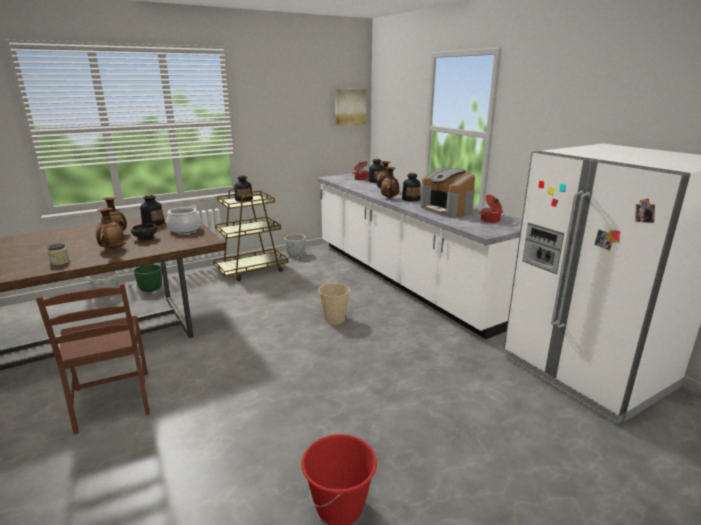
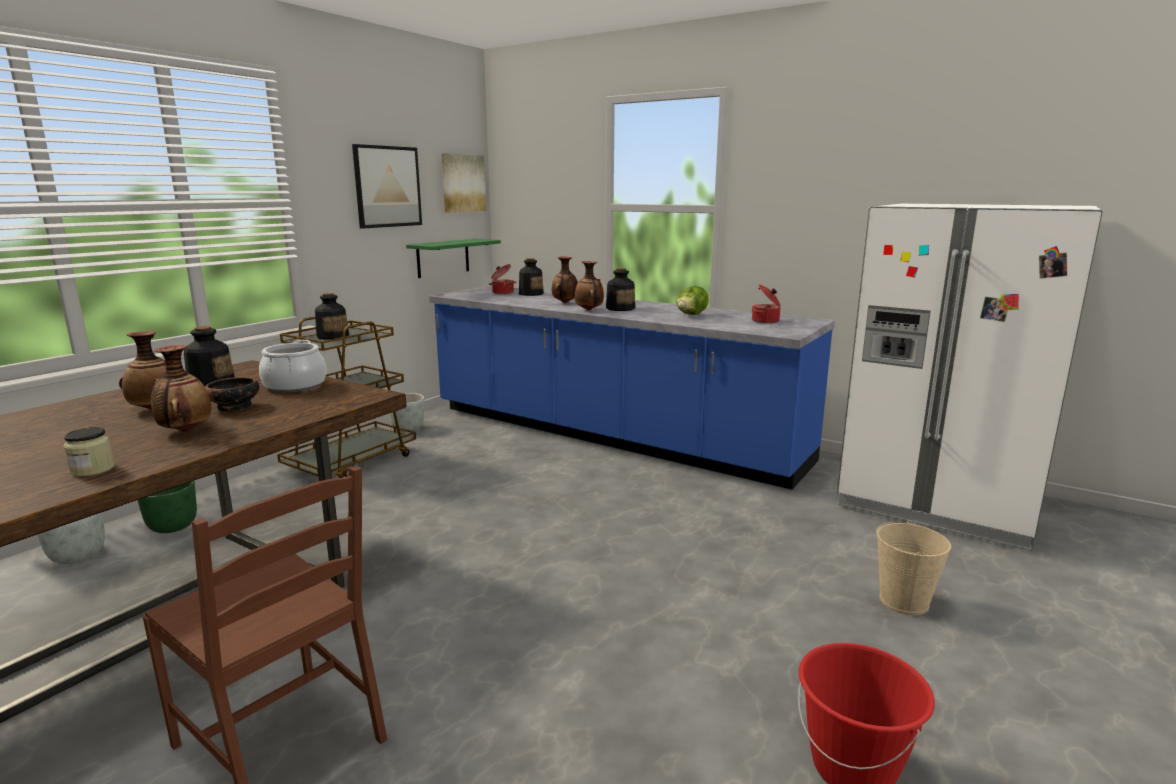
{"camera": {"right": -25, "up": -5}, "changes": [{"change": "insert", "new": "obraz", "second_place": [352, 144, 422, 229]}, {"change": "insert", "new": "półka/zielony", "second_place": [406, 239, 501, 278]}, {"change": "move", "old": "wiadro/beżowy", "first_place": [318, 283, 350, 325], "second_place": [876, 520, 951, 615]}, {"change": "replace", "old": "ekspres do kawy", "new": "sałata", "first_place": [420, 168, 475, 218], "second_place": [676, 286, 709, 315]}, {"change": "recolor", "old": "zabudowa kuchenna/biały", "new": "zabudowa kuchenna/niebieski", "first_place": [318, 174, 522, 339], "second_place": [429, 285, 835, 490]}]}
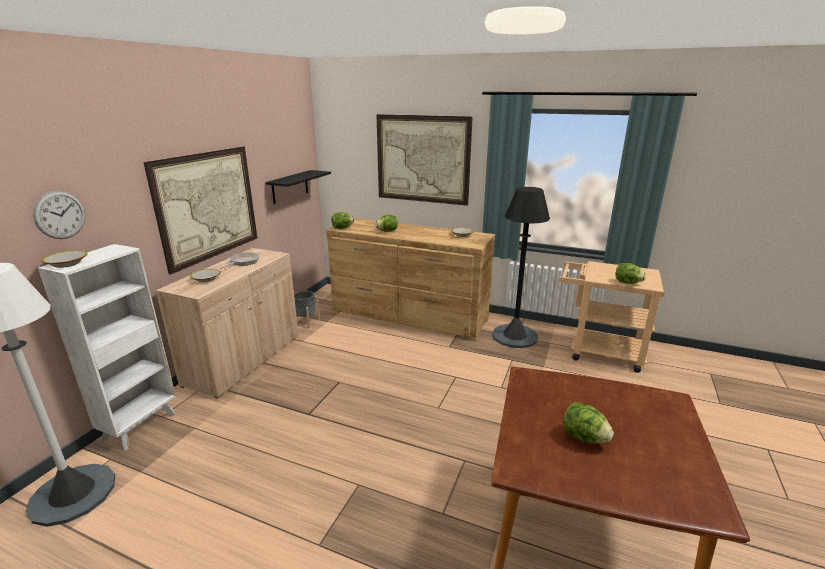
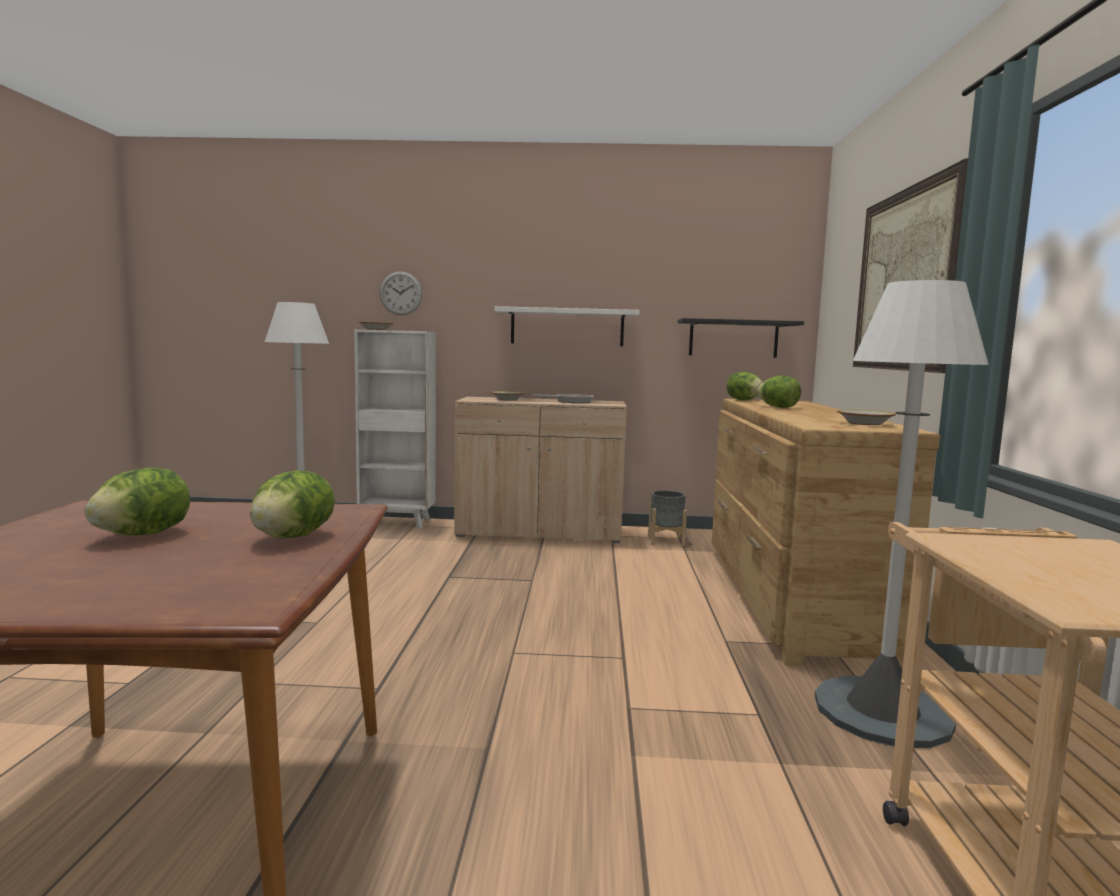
{"camera": {"right": 70, "up": -15}, "changes": [{"change": "move", "old": "sałata", "first_place": [615, 263, 646, 284], "second_place": [250, 470, 335, 539]}, {"change": "replace", "old": "obraz", "new": "półka/biały", "first_place": [143, 146, 257, 275], "second_place": [494, 306, 640, 346]}, {"change": "recolor", "old": "lampa stojąca/czarny", "new": "lampa stojąca/biały", "first_place": [492, 187, 550, 348], "second_place": [815, 280, 989, 748]}]}
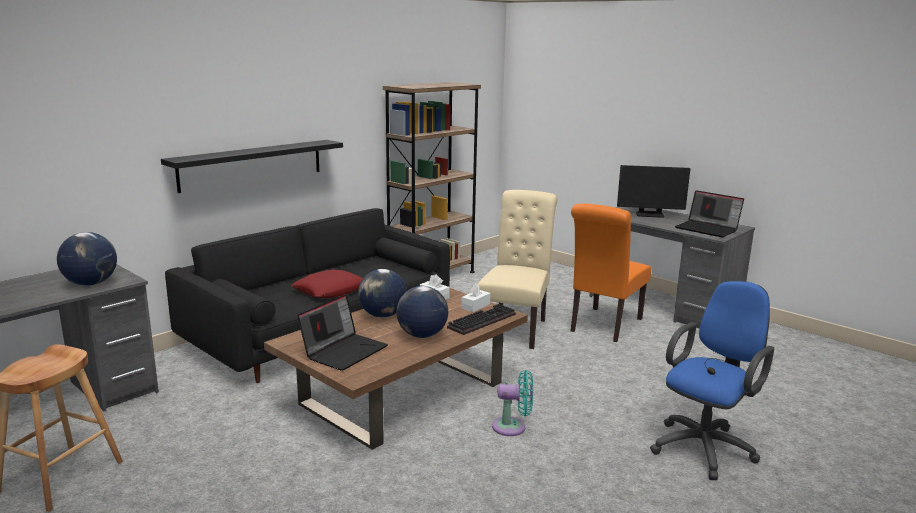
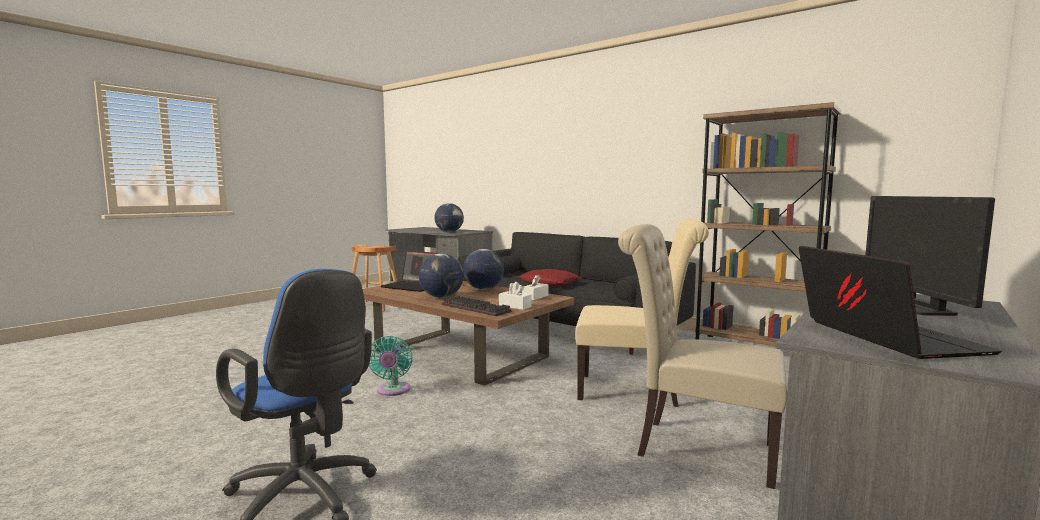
{"camera": {"right": 85, "up": -10}, "changes": [{"change": "delete", "old": "półka/czarny", "first_place": [161, 140, 343, 193]}, {"change": "recolor", "old": "krzesło/pomarańczowy", "new": "krzesło/beżowy", "first_place": [571, 203, 651, 342], "second_place": [618, 224, 787, 489]}, {"change": "rotate", "old": "laptop", "first_place": [675, 190, 744, 237], "second_place": [799, 246, 1002, 359], "degrees": 135}]}
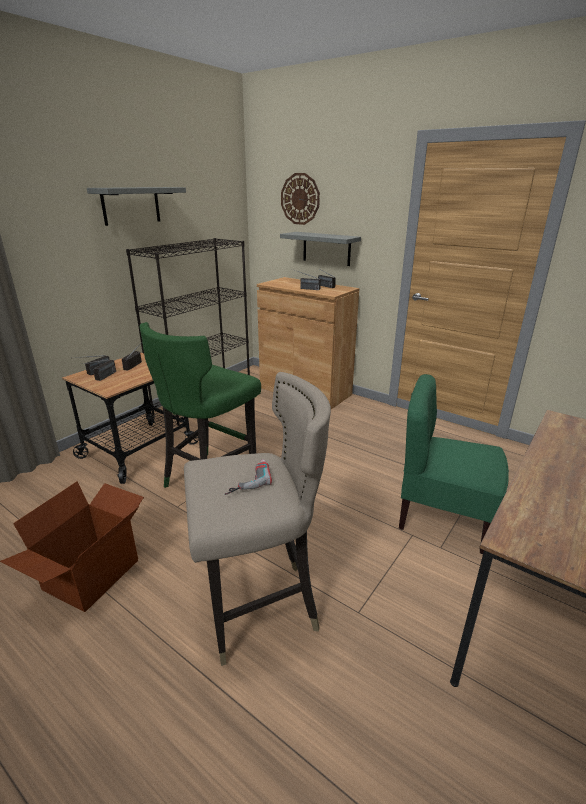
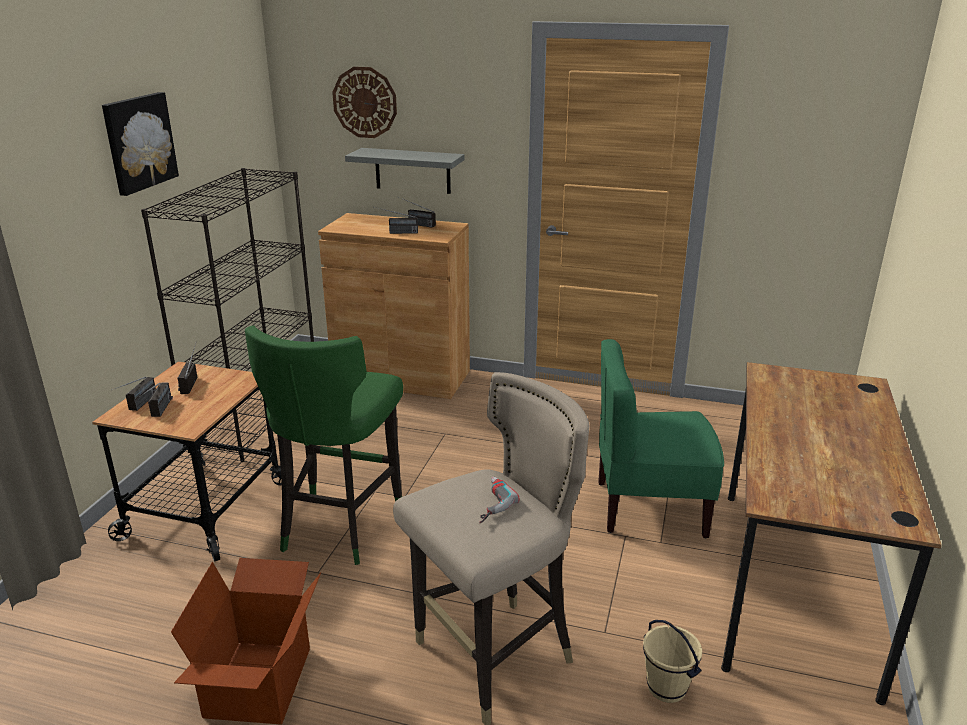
{"camera": {"right": -20, "up": 0}, "changes": [{"change": "insert", "new": "wiadro/beżowy", "second_place": [643, 620, 702, 703]}, {"change": "replace", "old": "półka/szary", "new": "obraz", "first_place": [87, 187, 186, 226], "second_place": [102, 92, 179, 196]}]}
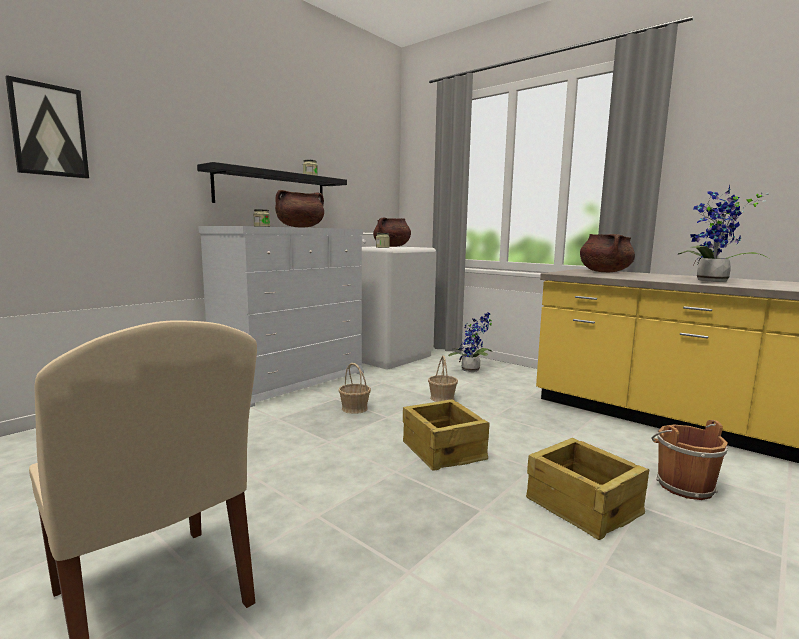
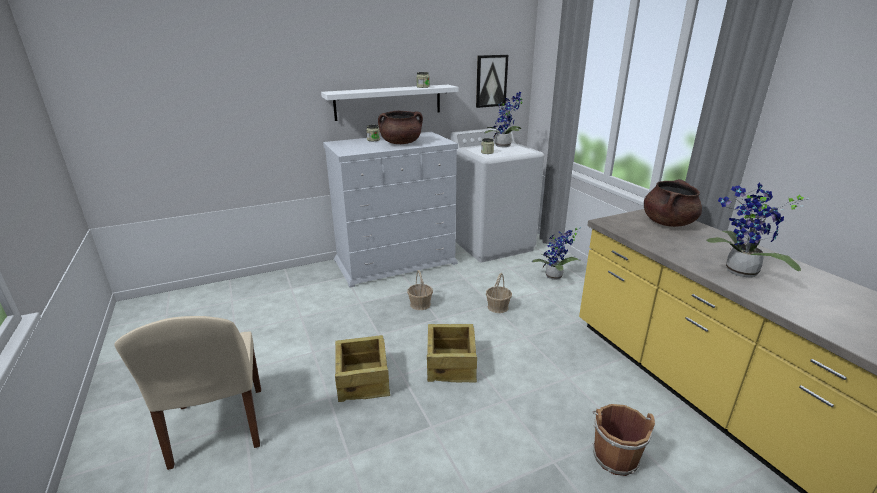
{"camera": {"right": 25, "up": 15}, "changes": [{"change": "move", "old": "obraz", "first_place": [5, 75, 89, 179], "second_place": [476, 55, 508, 108]}, {"change": "move", "old": "skrzynka", "first_place": [526, 438, 649, 540], "second_place": [335, 335, 390, 402]}, {"change": "replace", "old": "garnek/brązowy", "new": "roślina doniczkowa", "first_place": [373, 218, 411, 247], "second_place": [484, 91, 523, 147]}, {"change": "recolor", "old": "półka/czarny", "new": "półka/biały", "first_place": [197, 162, 347, 203], "second_place": [321, 85, 459, 121]}]}
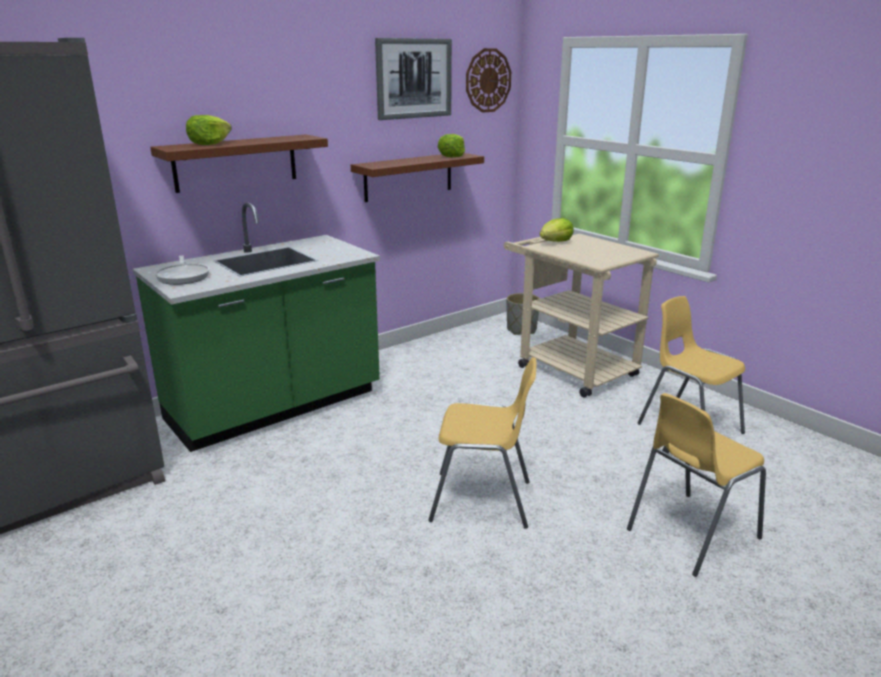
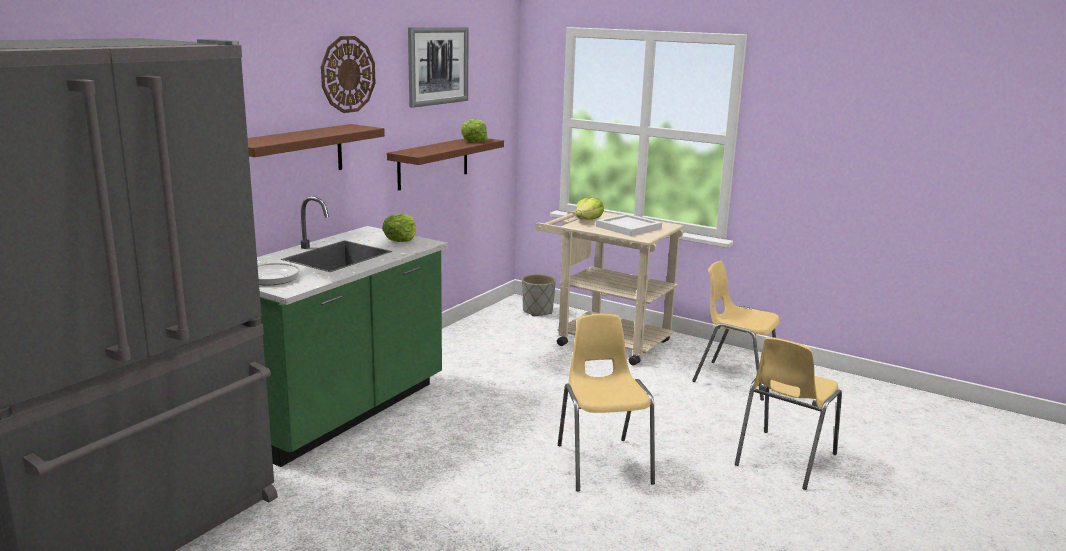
{"camera": {"right": -20, "up": -5}, "changes": [{"change": "insert", "new": "taca/biały", "second_place": [596, 214, 662, 236]}, {"change": "move", "old": "sałata", "first_place": [186, 115, 232, 145], "second_place": [382, 214, 416, 242]}, {"change": "move", "old": "zegar ścienny", "first_place": [466, 48, 511, 113], "second_place": [321, 36, 376, 113]}, {"change": "rotate", "old": "krzesło/żółty", "first_place": [428, 357, 536, 529], "second_place": [558, 314, 655, 491], "degrees": -90}]}
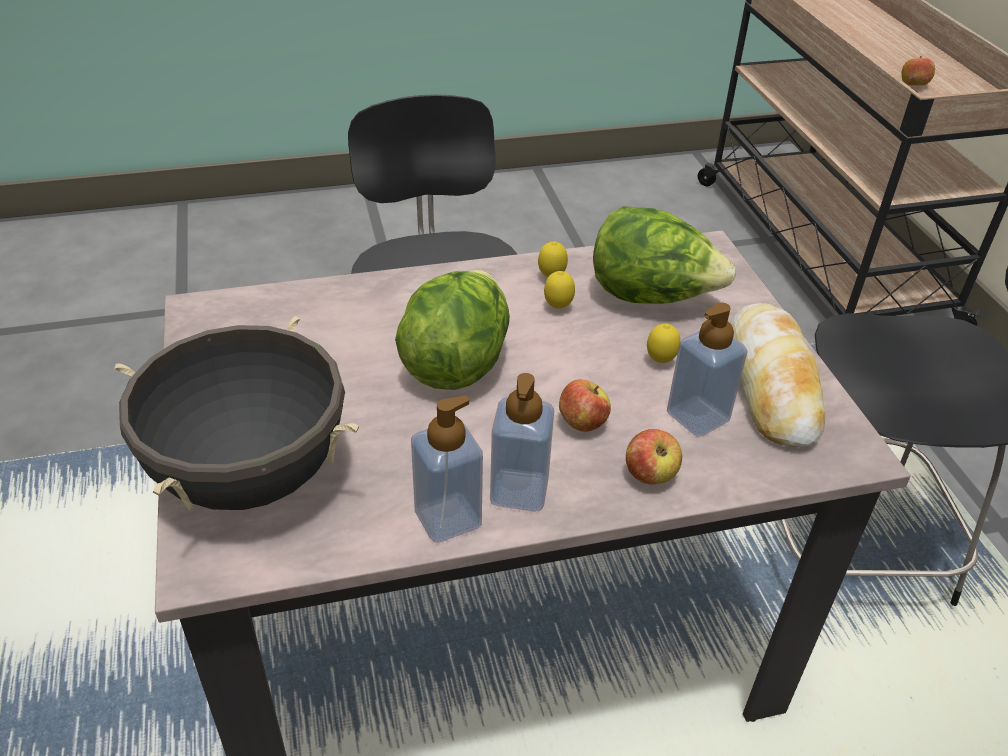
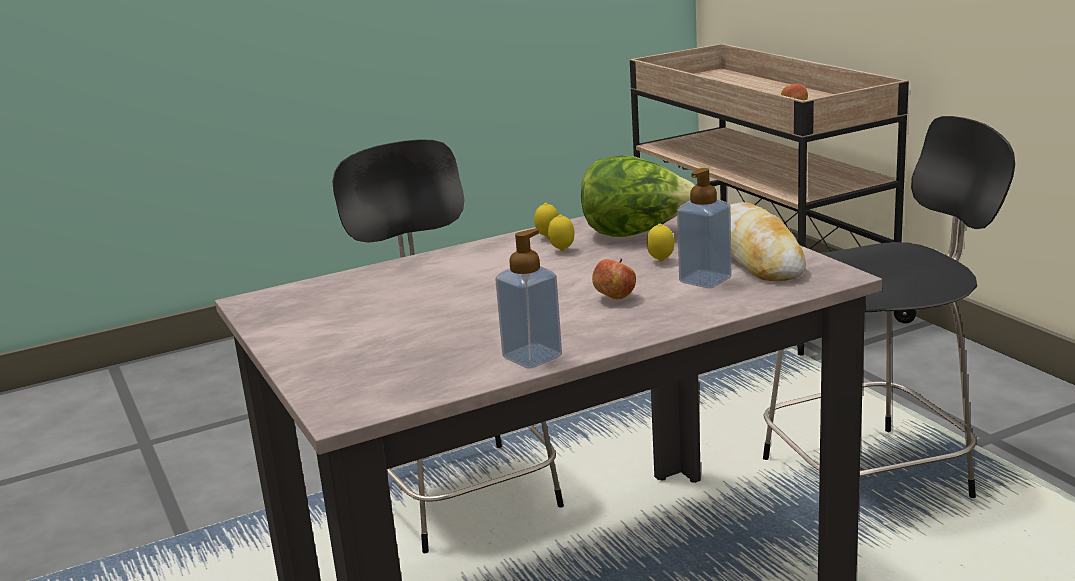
{"camera": {"right": -10, "up": -20}, "changes": [{"change": "delete", "old": "garnek/czarny", "first_place": [115, 316, 359, 510]}, {"change": "delete", "old": "sałata", "first_place": [395, 270, 510, 390]}, {"change": "delete", "old": "dozownik mydła", "first_place": [490, 373, 554, 512]}, {"change": "delete", "old": "jabłko", "first_place": [626, 429, 682, 484]}]}
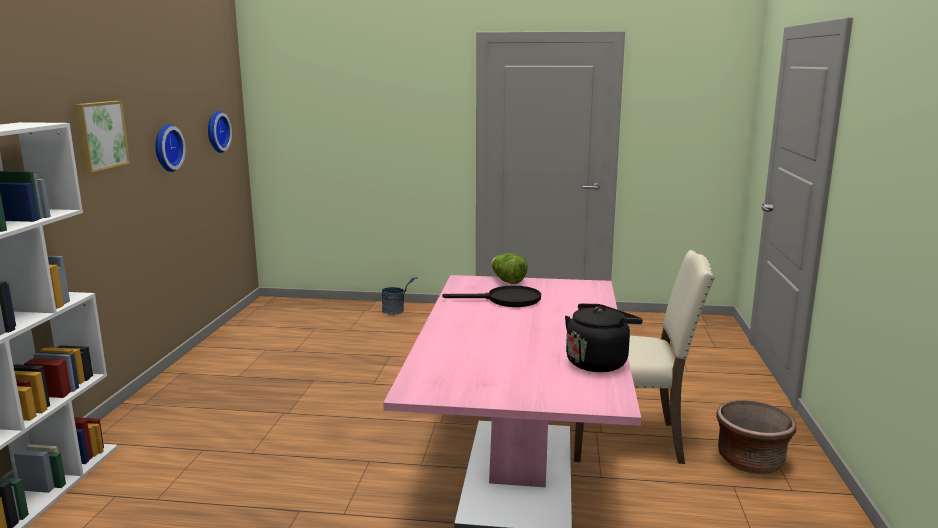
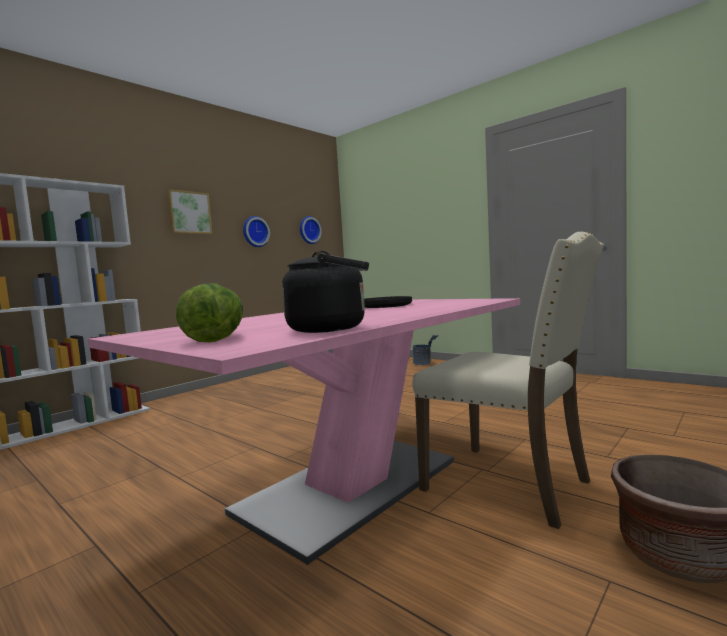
{"camera": {"right": 35, "up": -10}, "changes": [{"change": "move", "old": "sałata", "first_place": [491, 253, 528, 284], "second_place": [176, 284, 243, 342]}]}
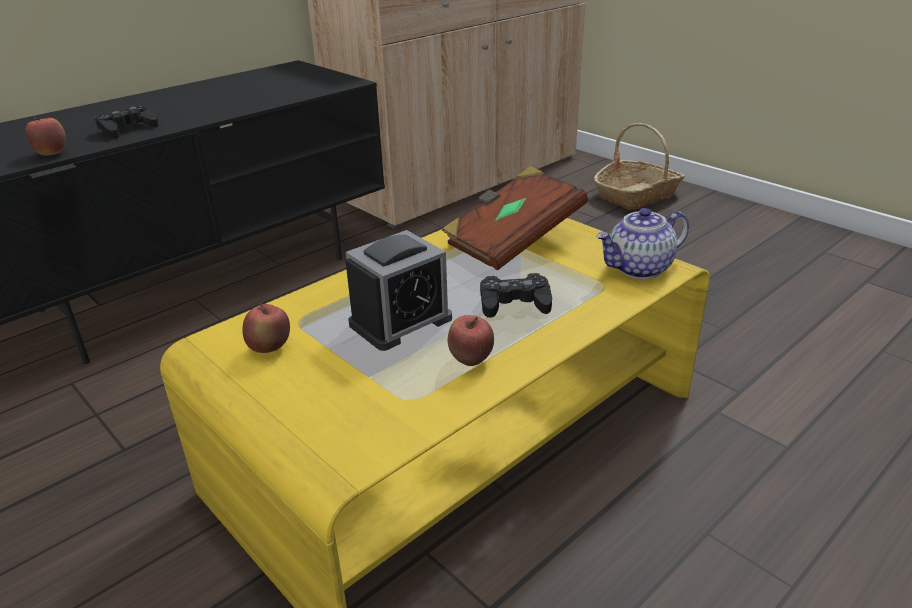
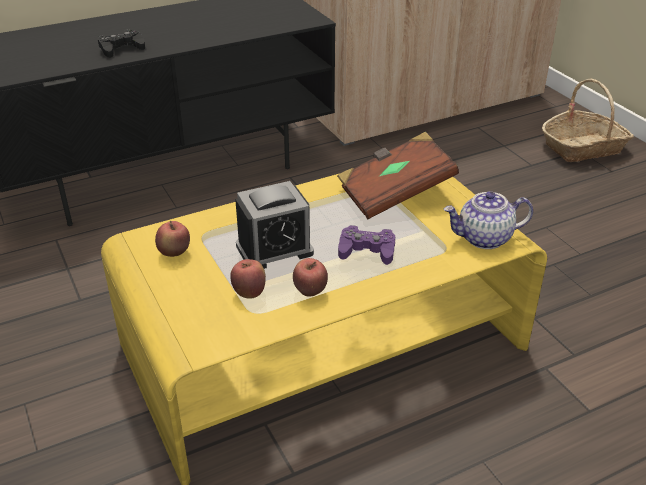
{"camera": {"right": 15, "up": 5}, "changes": [{"change": "move", "old": "jabłko", "first_place": [25, 117, 66, 156], "second_place": [230, 259, 266, 299]}, {"change": "recolor", "old": "pad do gier/czarny", "new": "pad do gier/fioletowy", "first_place": [480, 273, 552, 318], "second_place": [338, 225, 395, 265]}]}
